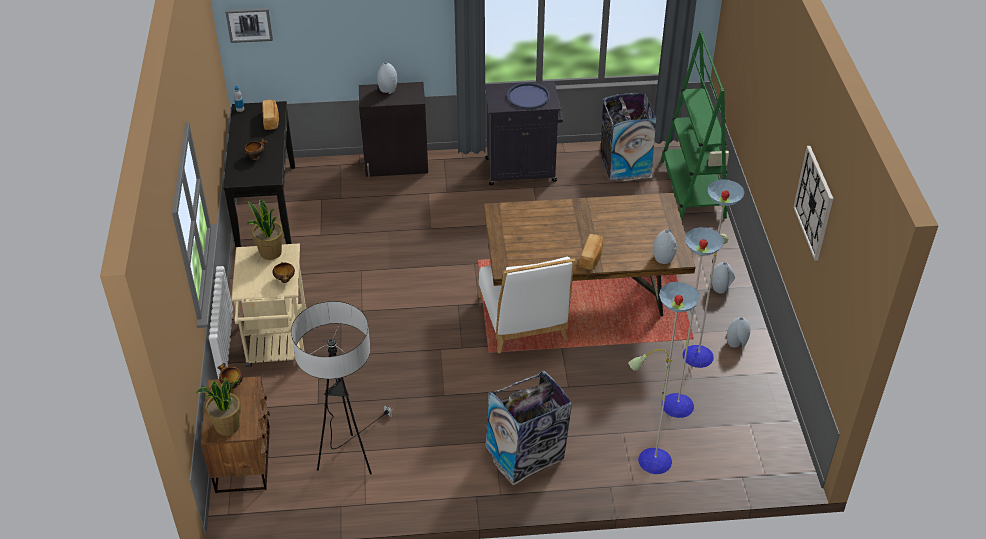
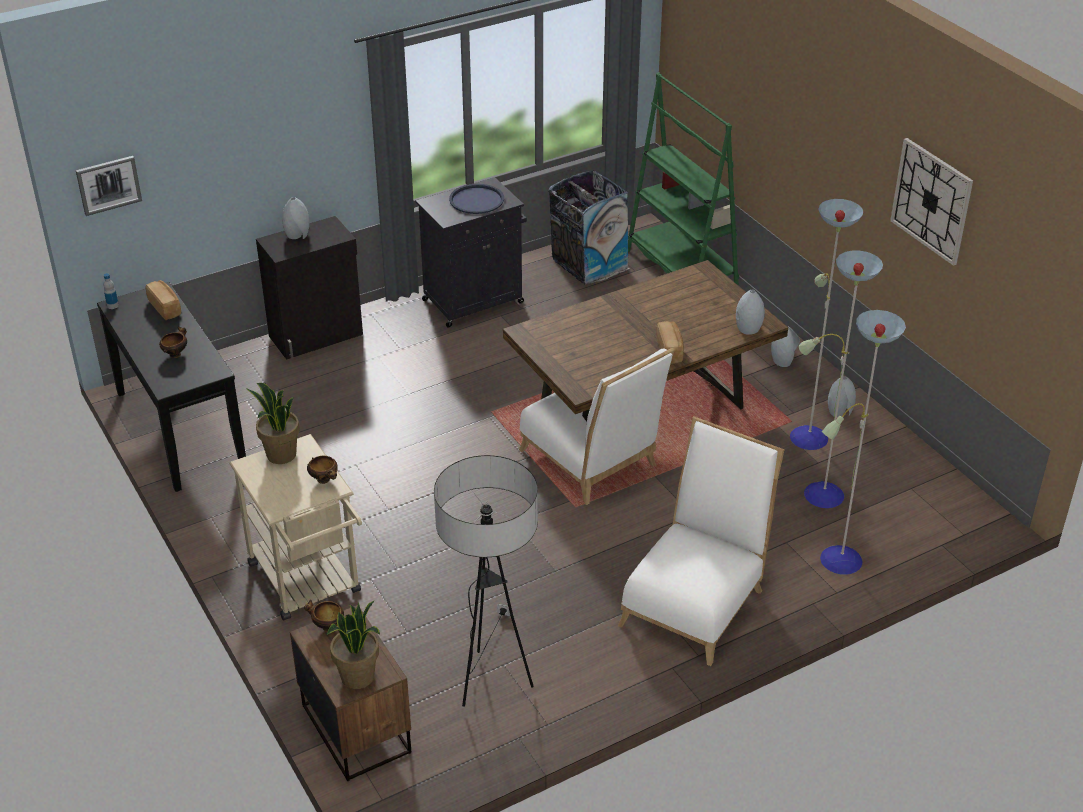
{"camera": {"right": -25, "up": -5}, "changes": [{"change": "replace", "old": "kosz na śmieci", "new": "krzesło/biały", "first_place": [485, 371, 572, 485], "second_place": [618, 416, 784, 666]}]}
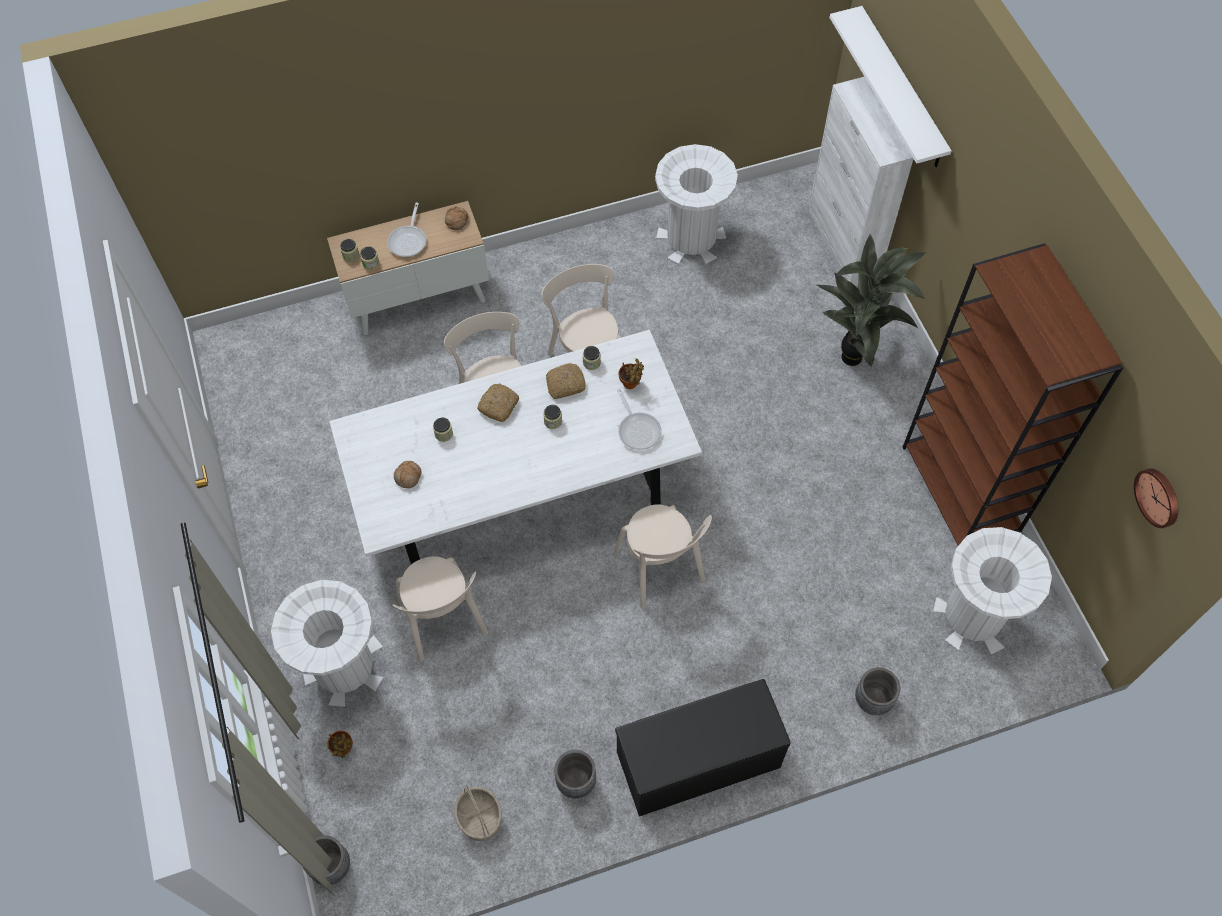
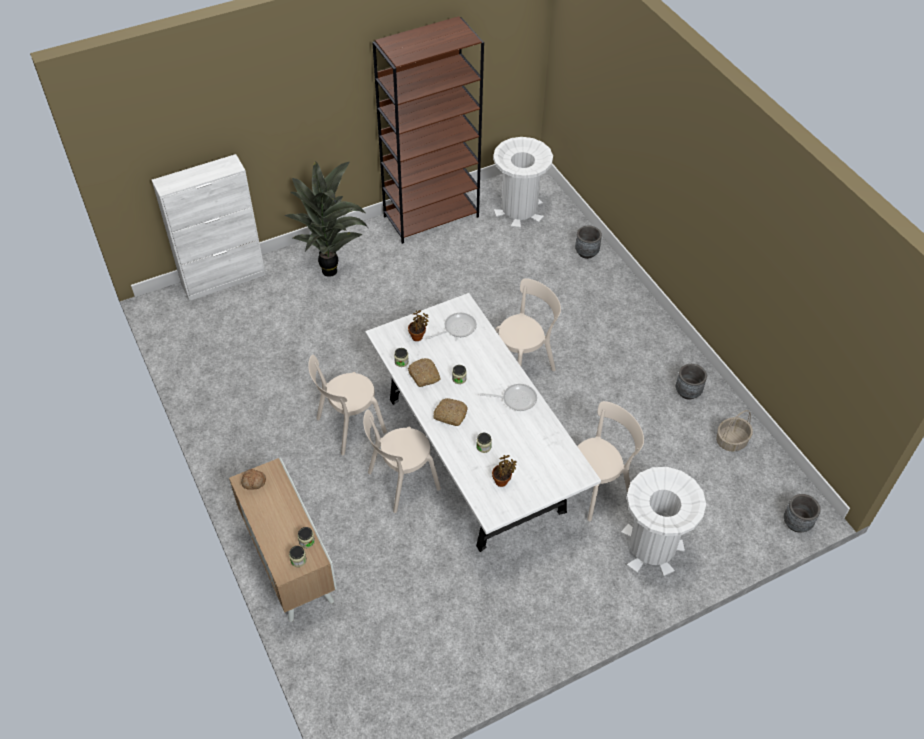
{"camera": {"right": -100, "up": -10}, "changes": [{"change": "delete", "old": "chleb", "first_place": [394, 461, 422, 488]}, {"change": "delete", "old": "ławka/czarny", "first_place": [615, 679, 791, 817]}, {"change": "delete", "old": "kosz na śmieci/biały", "first_place": [655, 144, 738, 265]}, {"change": "delete", "old": "półka/biały", "first_place": [829, 6, 952, 167]}, {"change": "delete", "old": "zegar ścienny", "first_place": [1134, 468, 1178, 528]}, {"change": "move", "old": "roślina doniczkowa", "first_place": [328, 731, 353, 758], "second_place": [492, 455, 517, 487]}, {"change": "move", "old": "patelnia", "first_place": [387, 203, 427, 257], "second_place": [480, 384, 537, 411]}]}
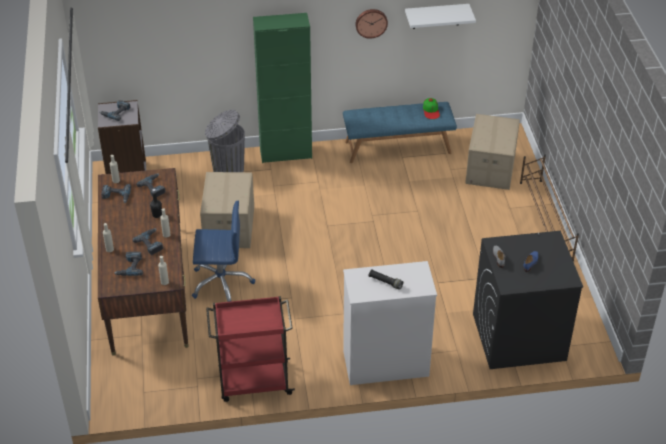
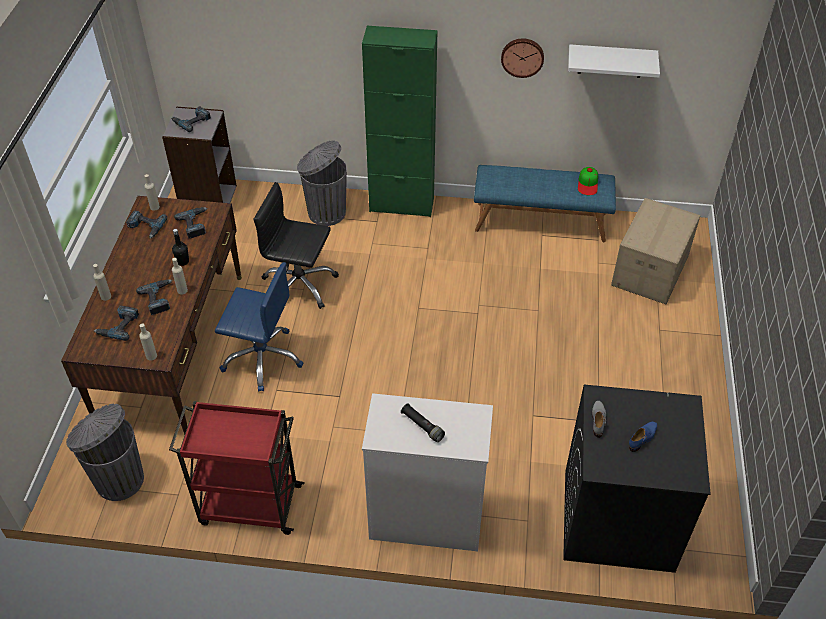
{"camera": {"right": 15, "up": 5}, "changes": [{"change": "delete", "old": "regał na buty/brązowy", "first_place": [520, 154, 579, 261]}, {"change": "insert", "new": "kosz na śmieci/szary", "second_place": [66, 404, 144, 501]}, {"change": "replace", "old": "karton", "new": "krzesło biurowe/czarny", "first_place": [200, 172, 254, 248], "second_place": [253, 182, 339, 309]}]}
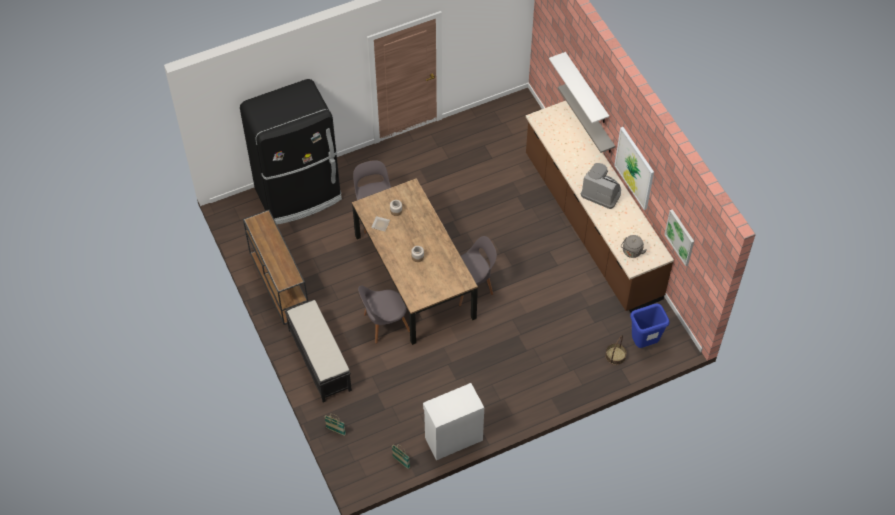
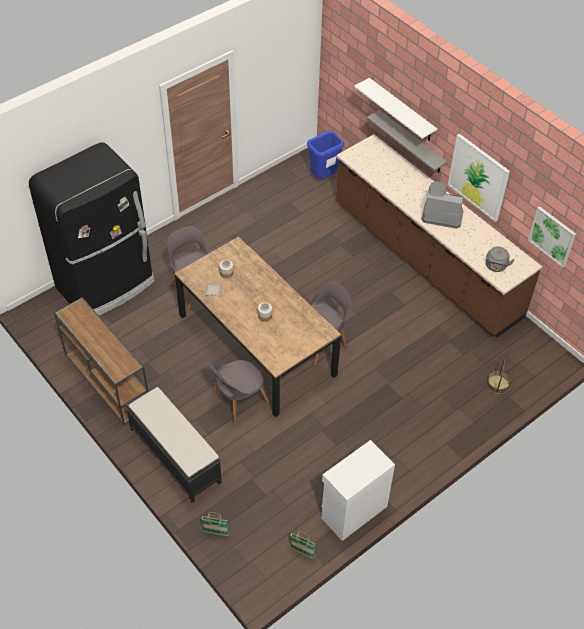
{"camera": {"right": -15, "up": -5}, "changes": [{"change": "move", "old": "kosz na śmieci/niebieski", "first_place": [630, 303, 669, 348], "second_place": [307, 131, 344, 179]}]}
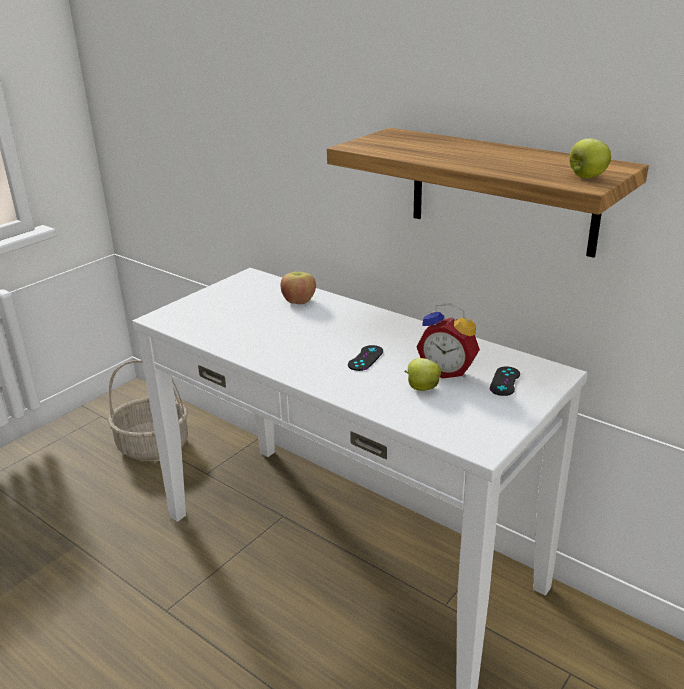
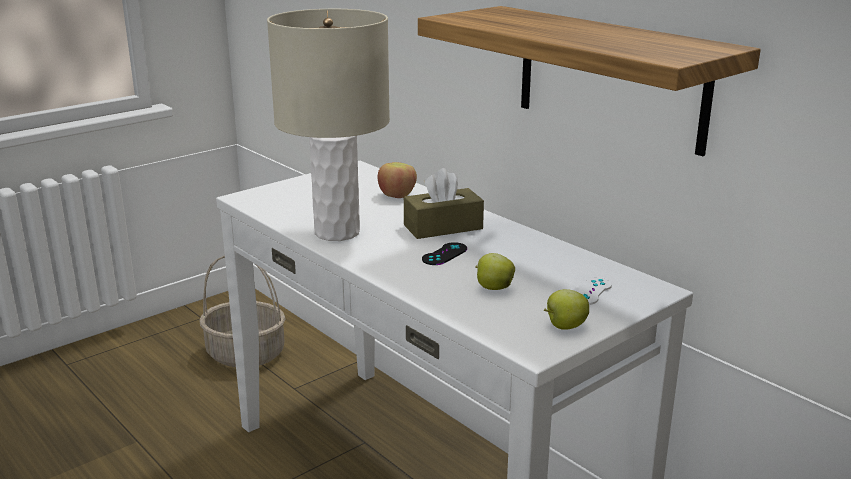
{"camera": {"right": 10, "up": -5}, "changes": [{"change": "delete", "old": "budzik", "first_place": [417, 303, 480, 379]}, {"change": "insert", "new": "lampa stołowa/beżowy", "second_place": [267, 9, 390, 241]}, {"change": "insert", "new": "pudełko chusteczek/brązowy", "second_place": [404, 168, 484, 239]}, {"change": "move", "old": "jabłko", "first_place": [569, 139, 611, 178], "second_place": [544, 289, 589, 330]}, {"change": "recolor", "old": "pad do gier/czarny", "new": "pad do gier/biały", "first_place": [490, 367, 520, 396], "second_place": [574, 277, 612, 305]}]}
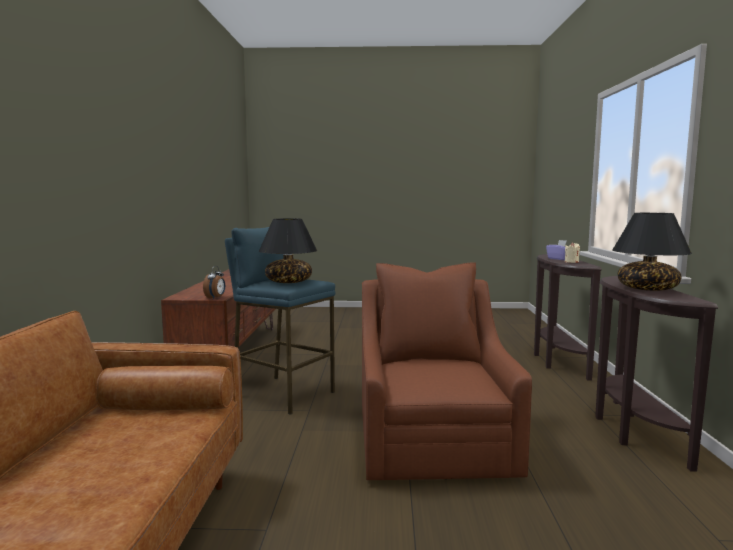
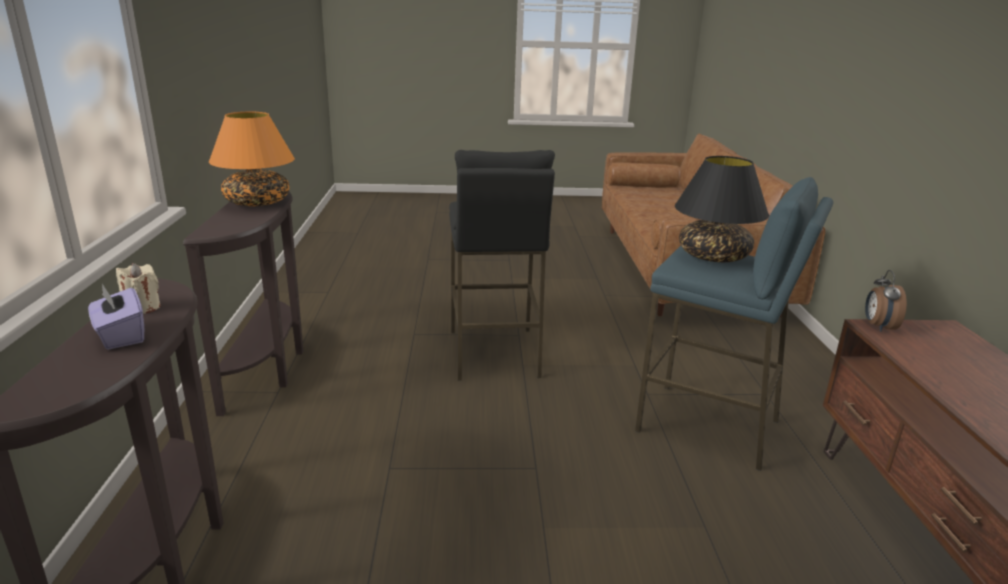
{"camera": {"right": 175, "up": 15}, "changes": [{"change": "replace", "old": "fotel/brązowy", "new": "stołek/czarny", "first_place": [362, 263, 532, 480], "second_place": [449, 150, 555, 381]}, {"change": "recolor", "old": "lampa stołowa/czarny", "new": "lampa stołowa/pomarańczowy", "first_place": [612, 213, 692, 291], "second_place": [209, 112, 295, 206]}]}
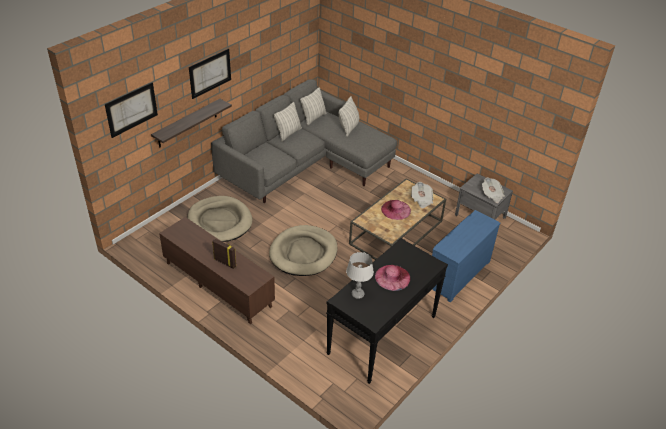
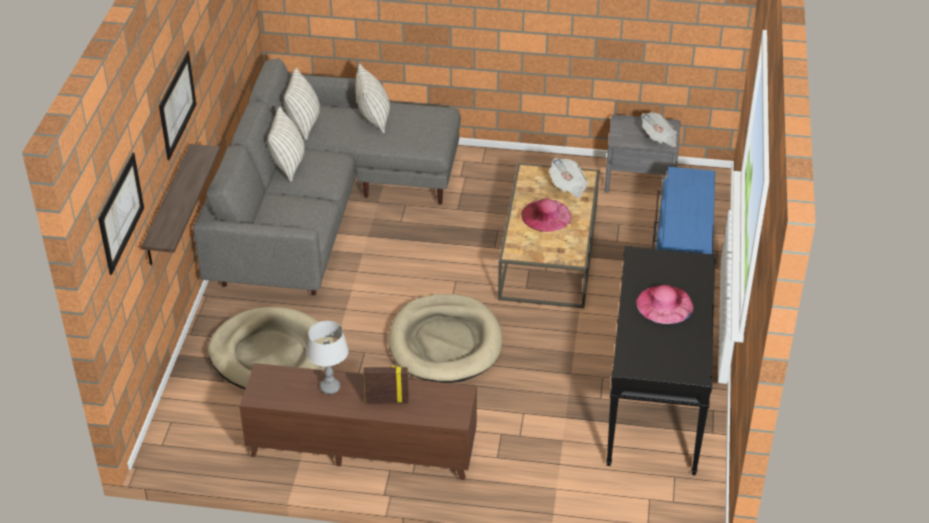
{"camera": {"right": -30, "up": 0}, "changes": [{"change": "move", "old": "lampa stołowa/szary", "first_place": [346, 252, 374, 299], "second_place": [306, 321, 349, 394]}]}
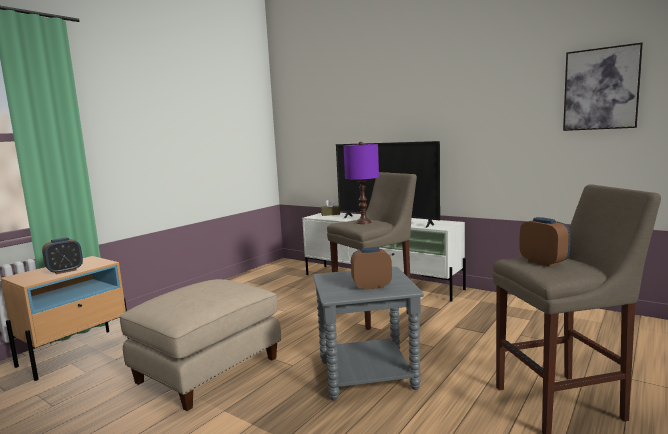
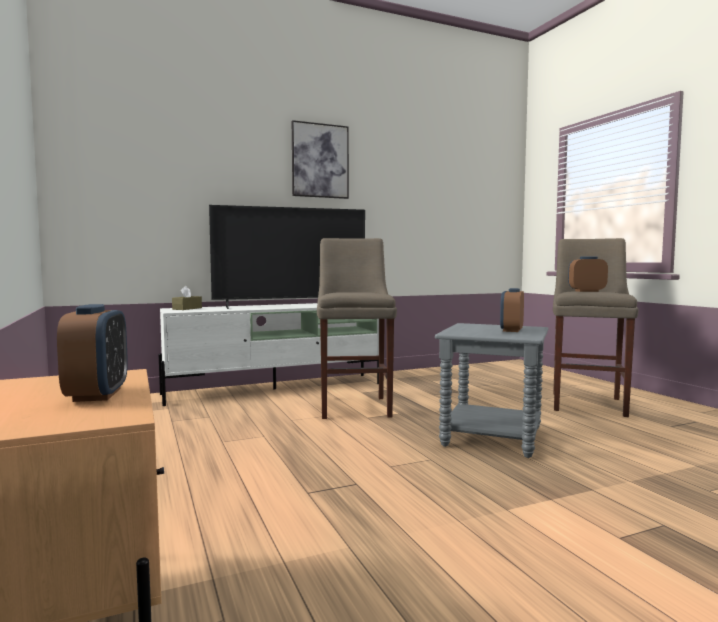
{"camera": {"right": -60, "up": -5}, "changes": [{"change": "delete", "old": "pufa/beżowy", "first_place": [120, 279, 281, 411]}, {"change": "delete", "old": "lampa stołowa/fioletowy", "first_place": [344, 142, 379, 224]}, {"change": "move", "old": "obraz", "first_place": [563, 42, 643, 131], "second_place": [292, 120, 349, 199]}]}
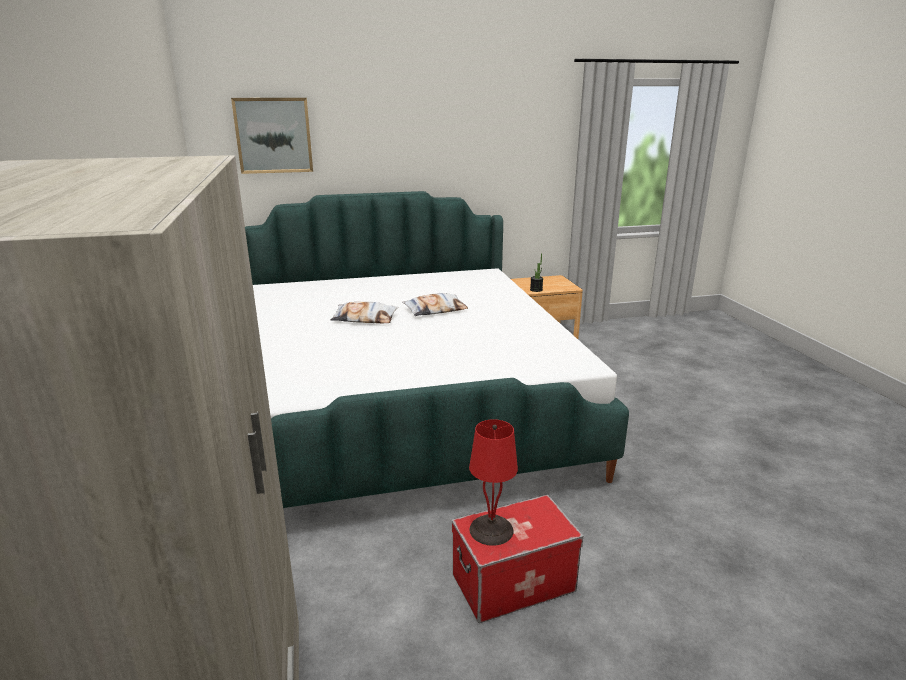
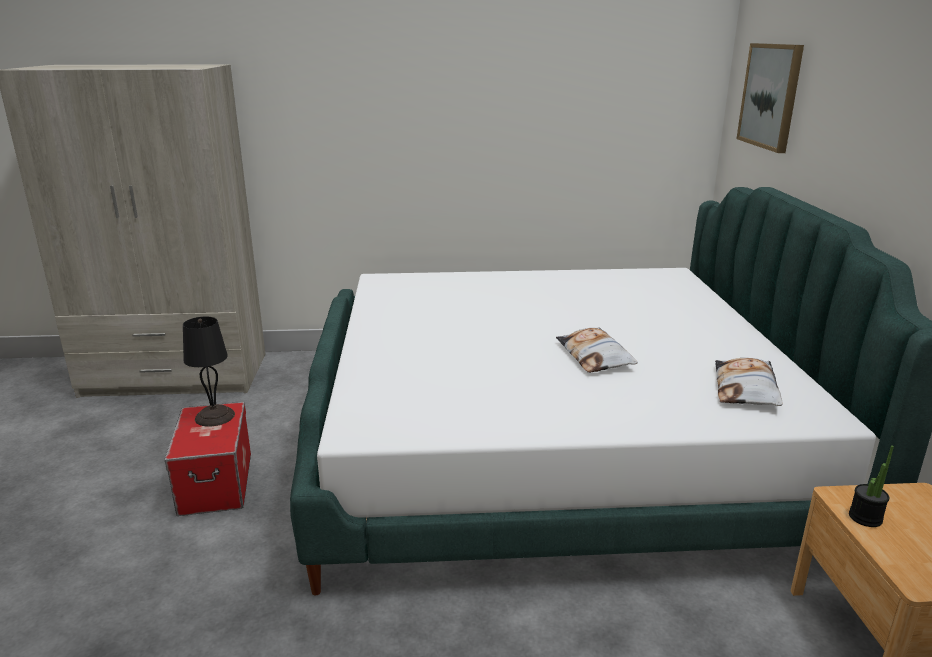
{"camera": {"right": 100, "up": 0}, "changes": [{"change": "move", "old": "poduszka", "first_place": [331, 302, 398, 323], "second_place": [715, 358, 783, 406]}, {"change": "recolor", "old": "lampa stołowa/czerwony", "new": "lampa stołowa/czarny", "first_place": [469, 419, 518, 546], "second_place": [183, 316, 235, 427]}]}
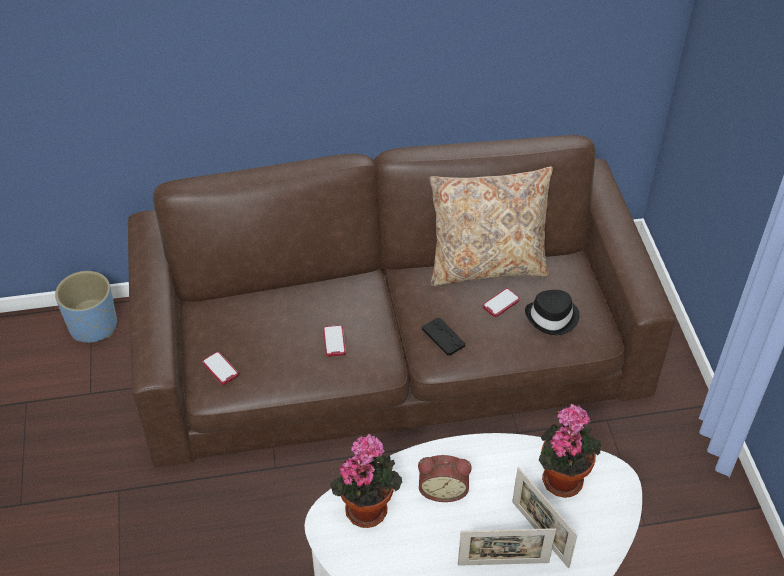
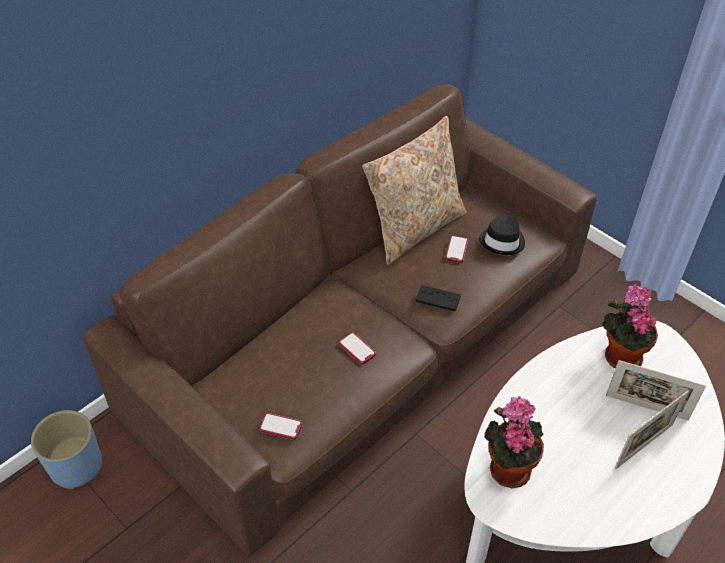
{"camera": {"right": -35, "up": 0}, "changes": [{"change": "delete", "old": "budzik", "first_place": [418, 455, 472, 502]}]}
